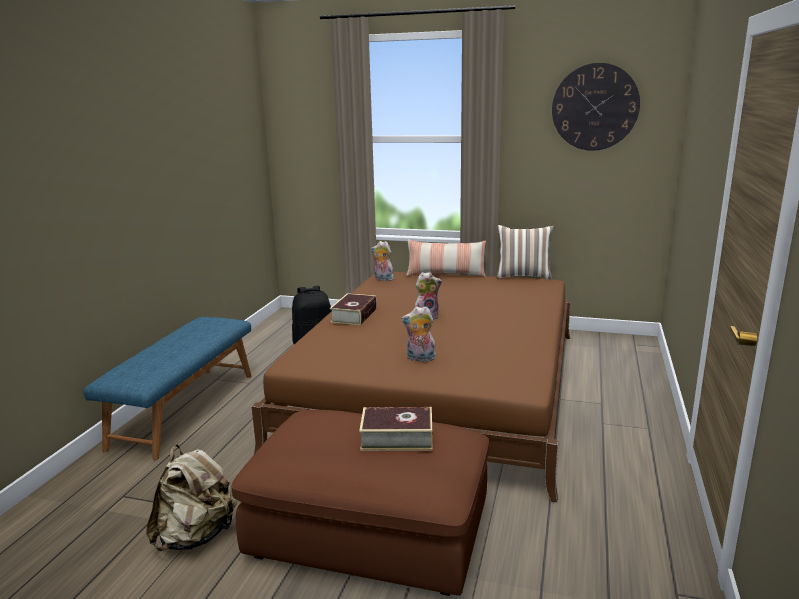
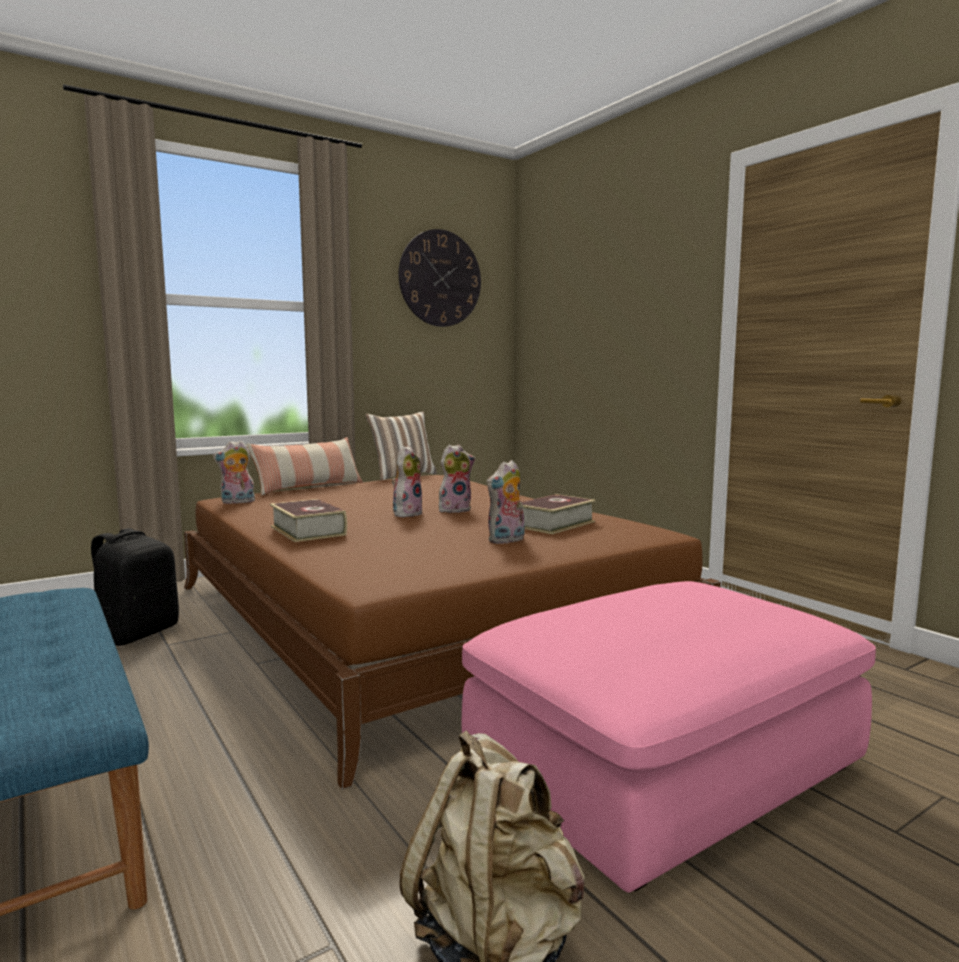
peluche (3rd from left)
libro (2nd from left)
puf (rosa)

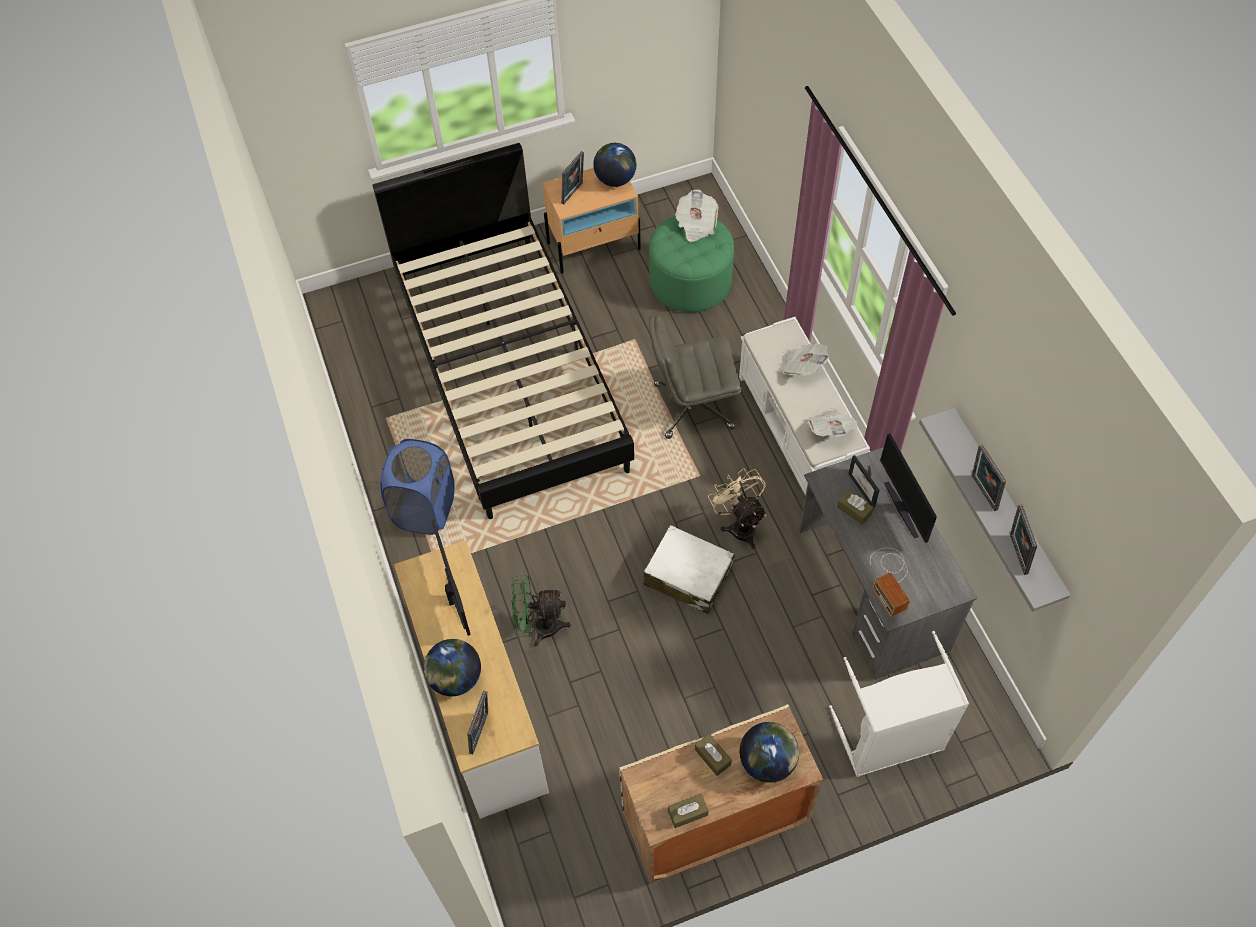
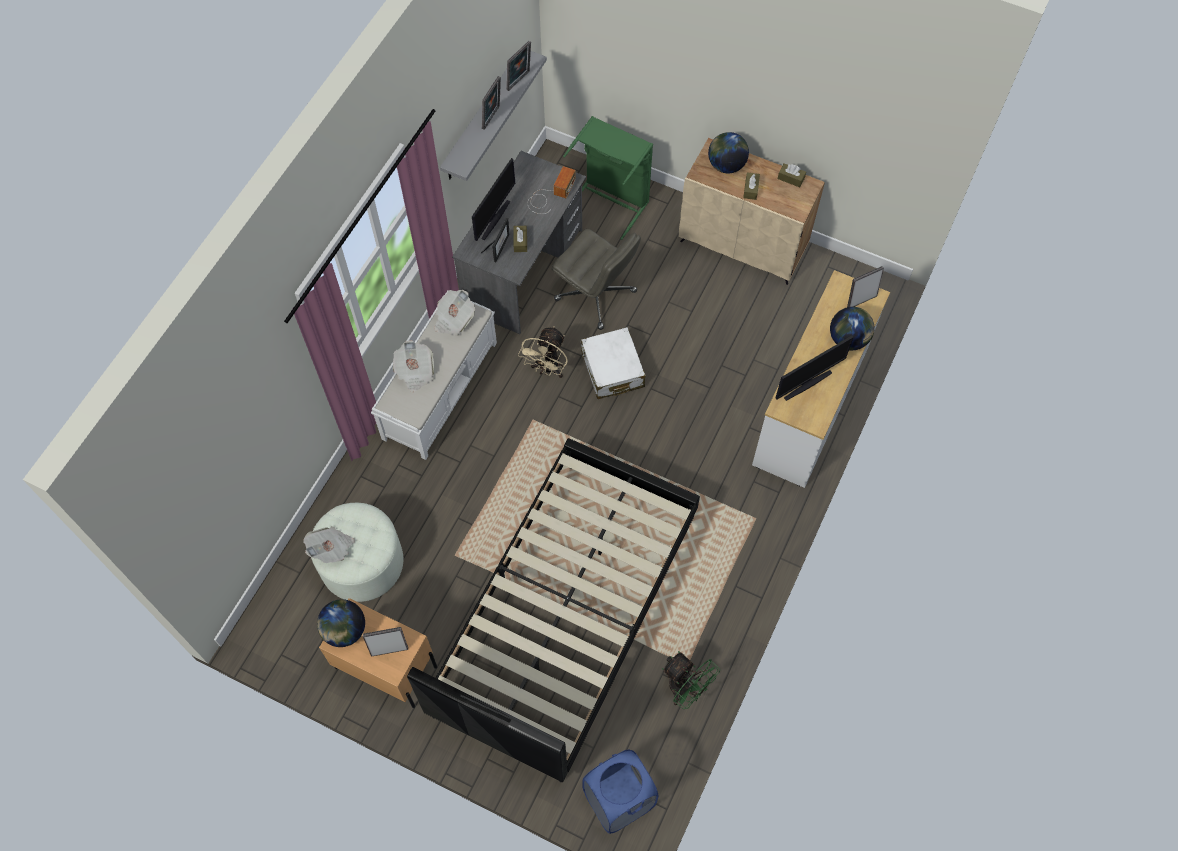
cesto de la ropa (azul)
ventilador (verde)
silla de oficina (gris)
puf (blanco)
cesto de la ropa (verde)
monitor (2nd from left)

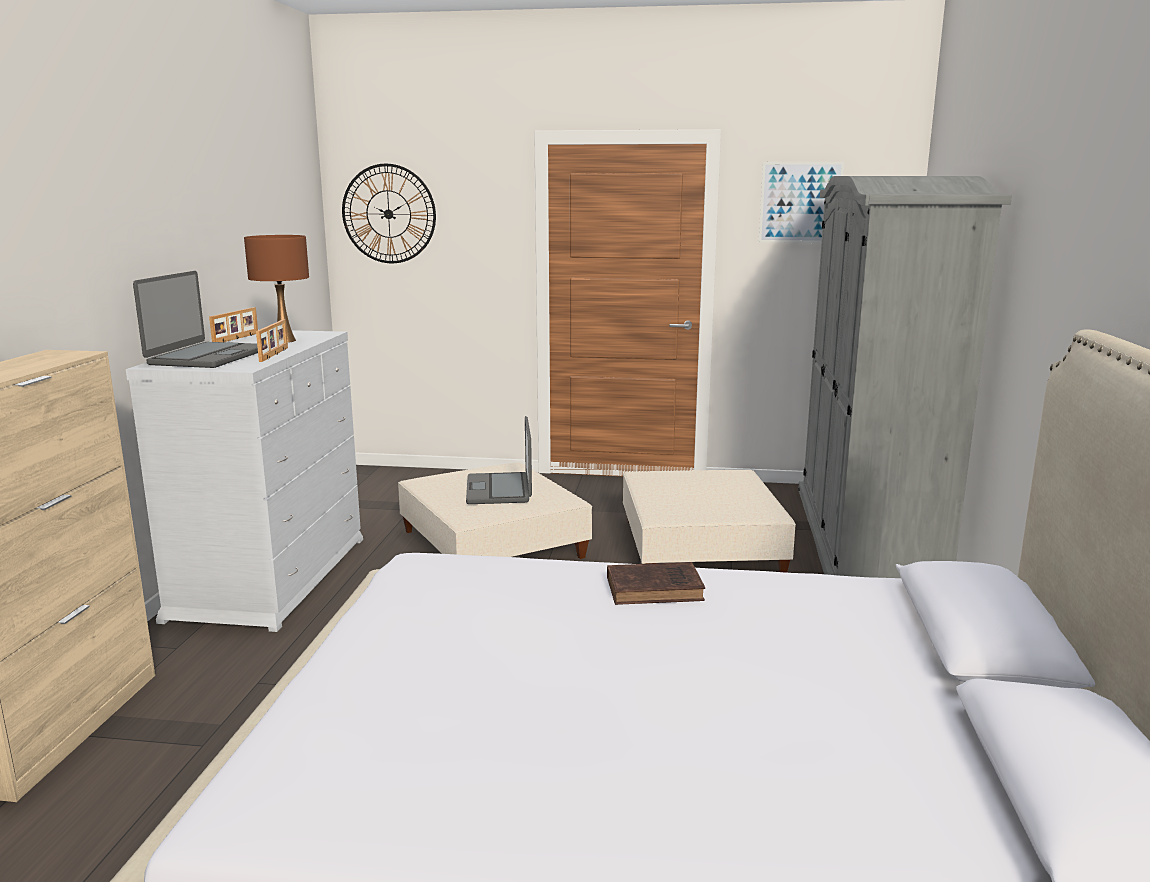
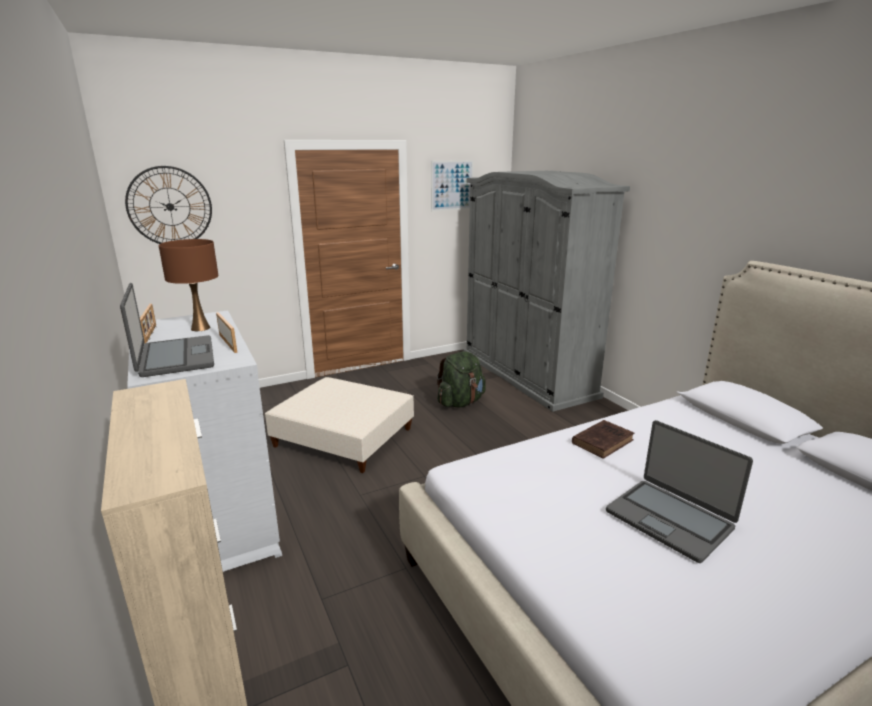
portátil (2nd from left)
mochila (verde)

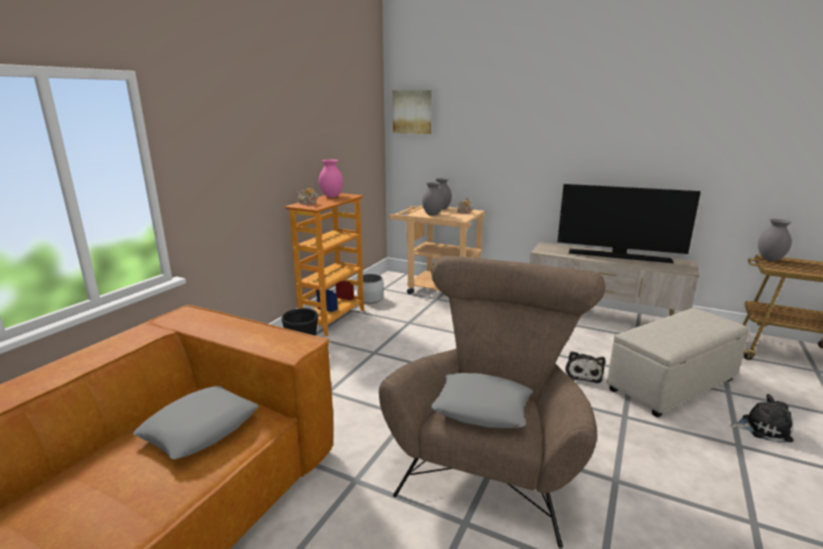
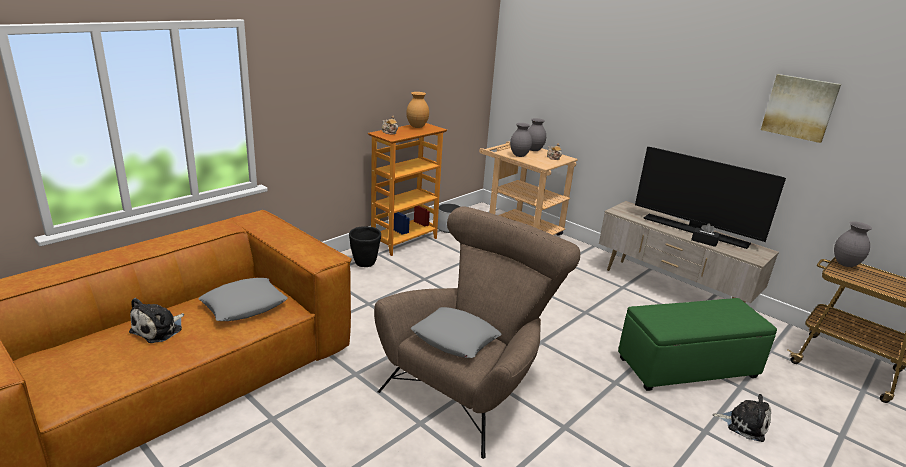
caja de pañuelos (negro)
cuadro
peluche (1st from left)
florero (marrón)
puf (verde)

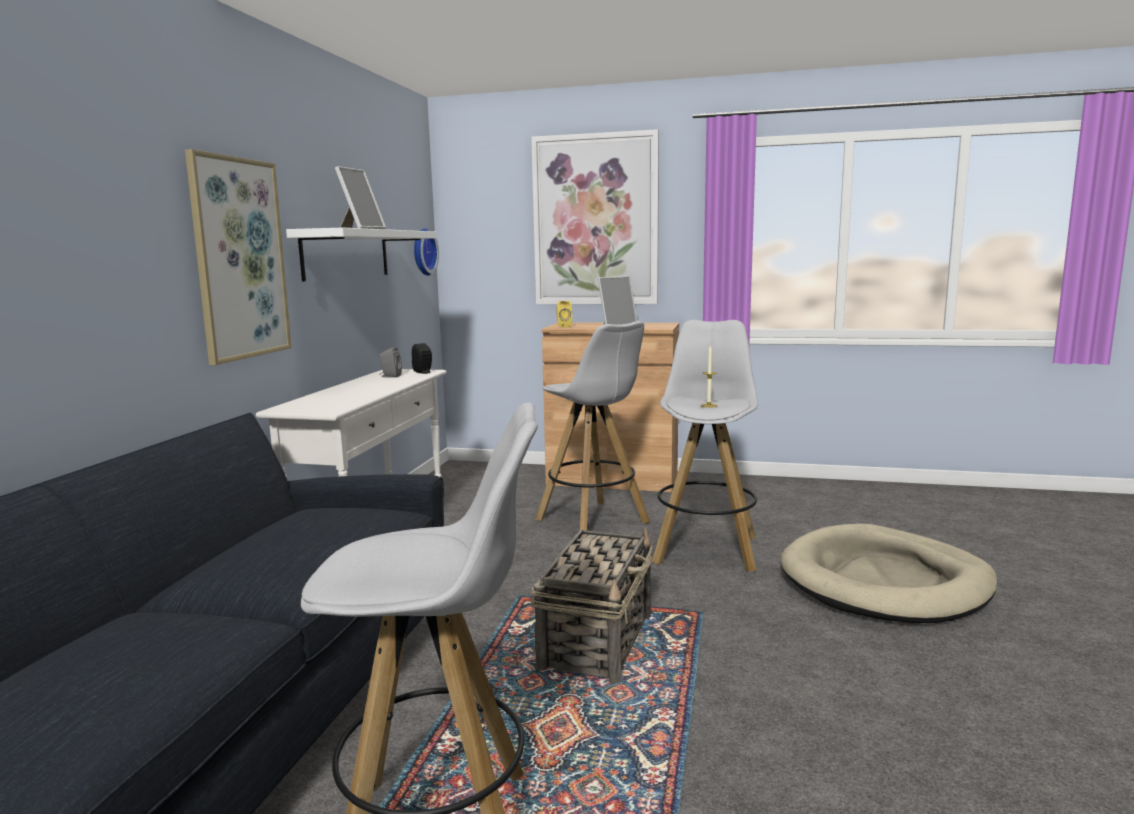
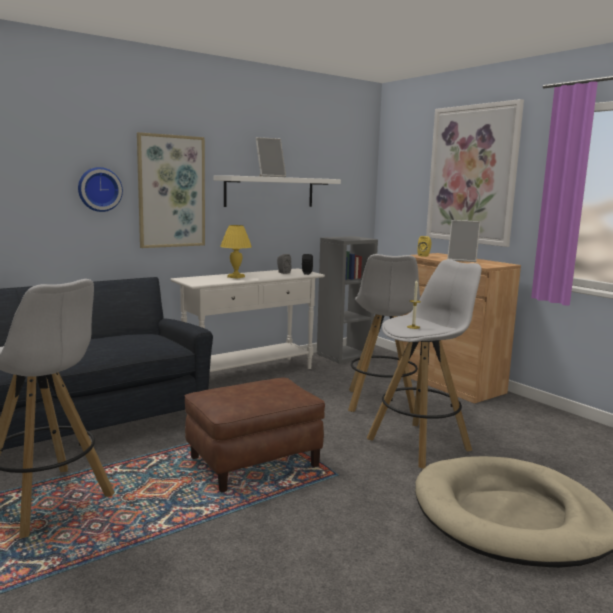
lámpara de mesa (amarillo)
estantería (gris)
reloj de pared
puf (marrón)

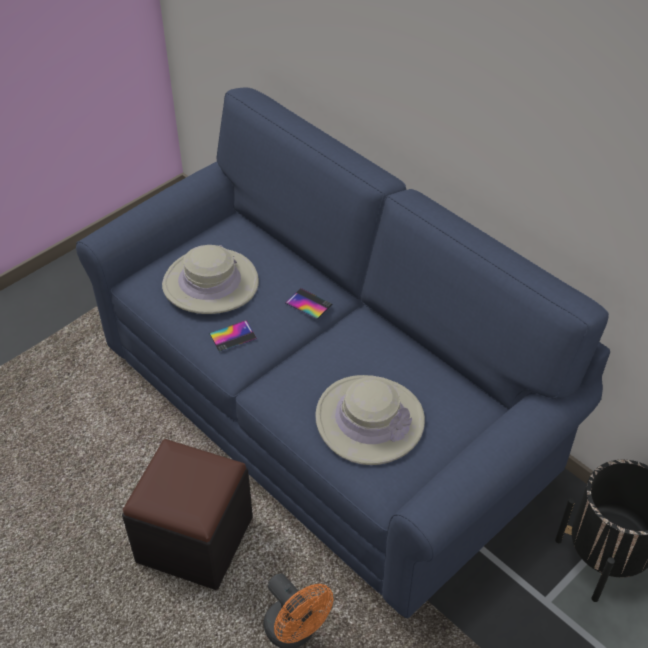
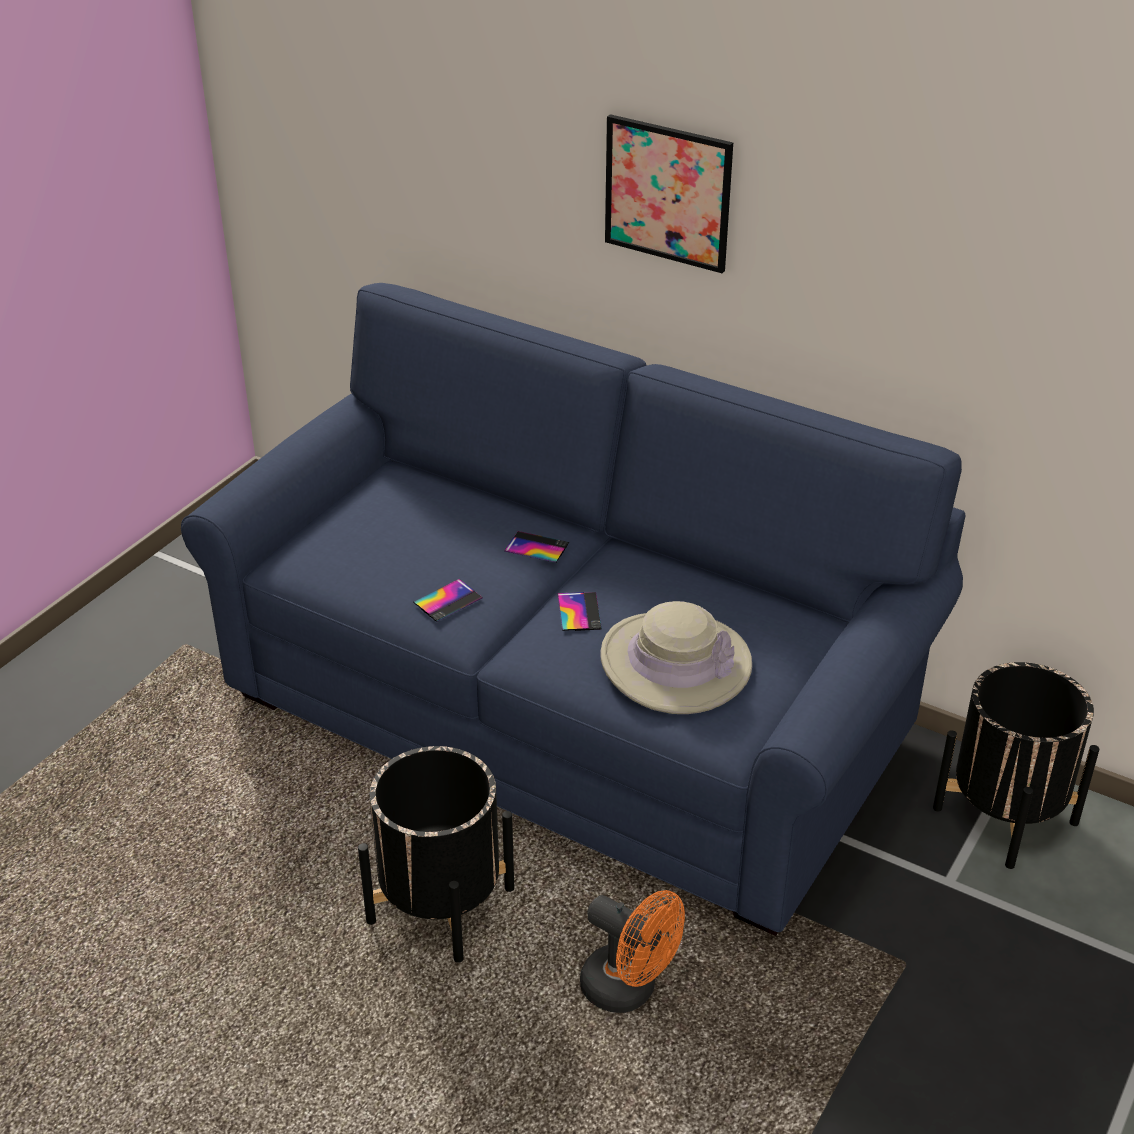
sombrero (beis) (1st from left in the first image)
móvil (3rd from left)
cuadro
maceta (negro) (1st from left)

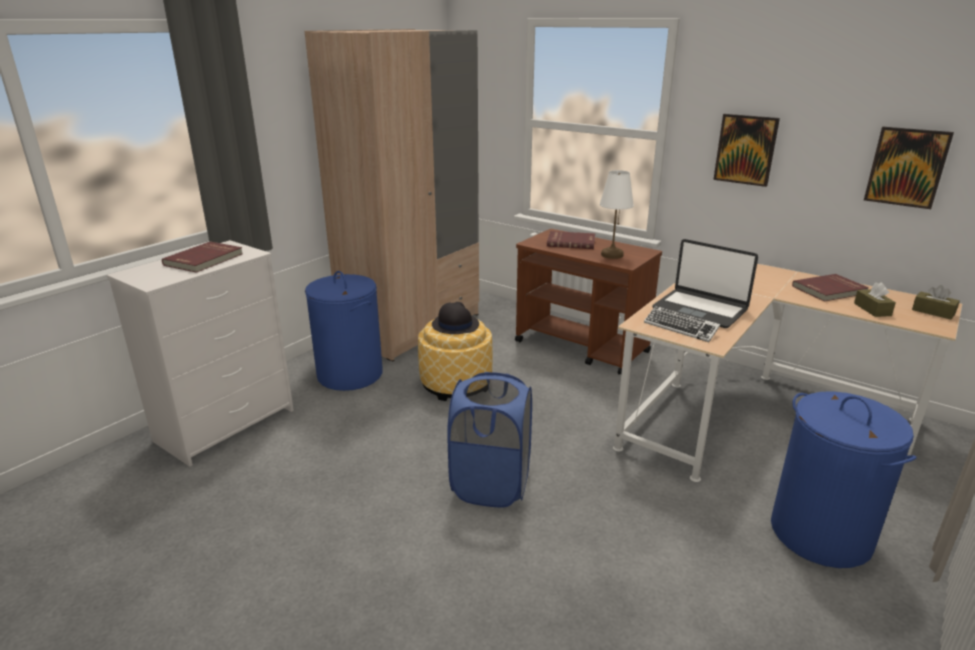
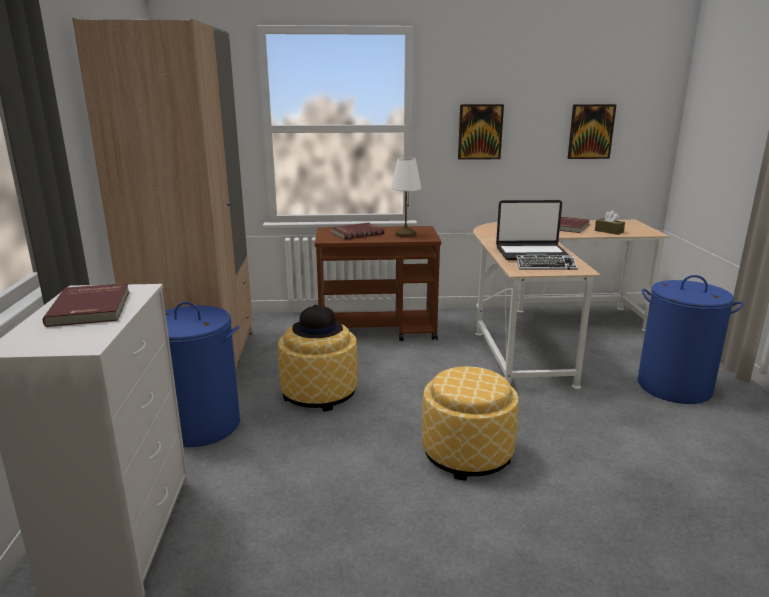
caja de pañuelos (marrón) (2nd from left in the first image)
puf (2nd from left)

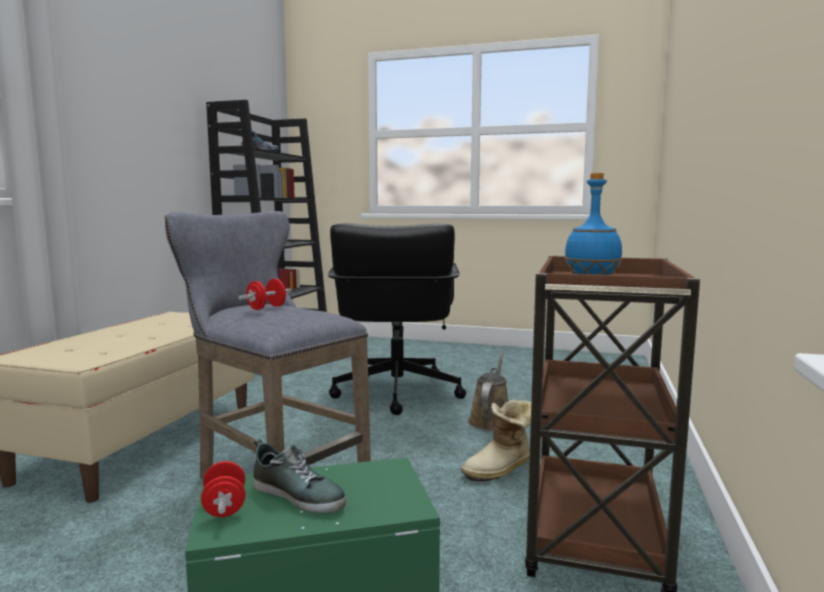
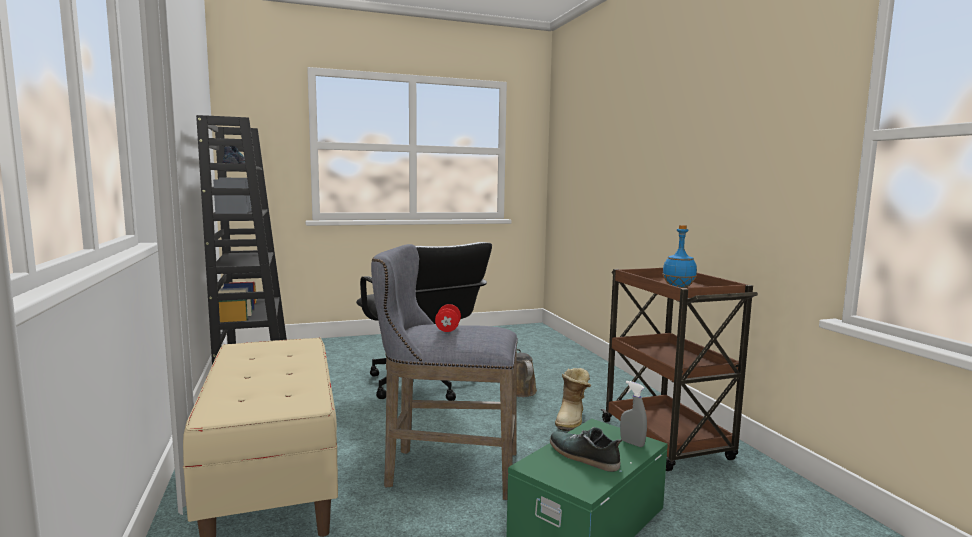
mancuerna (rojo) (1st from left in the first image)
pulverizador (gris)
zapato (2nd from left)

